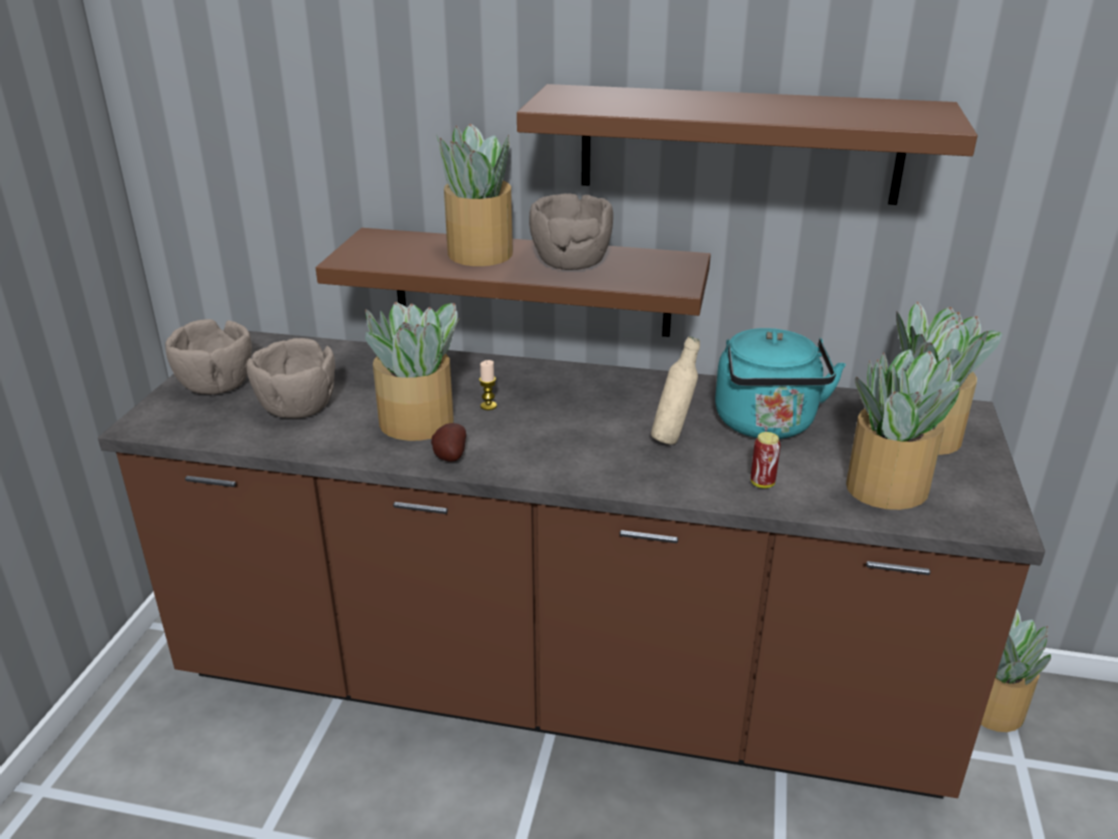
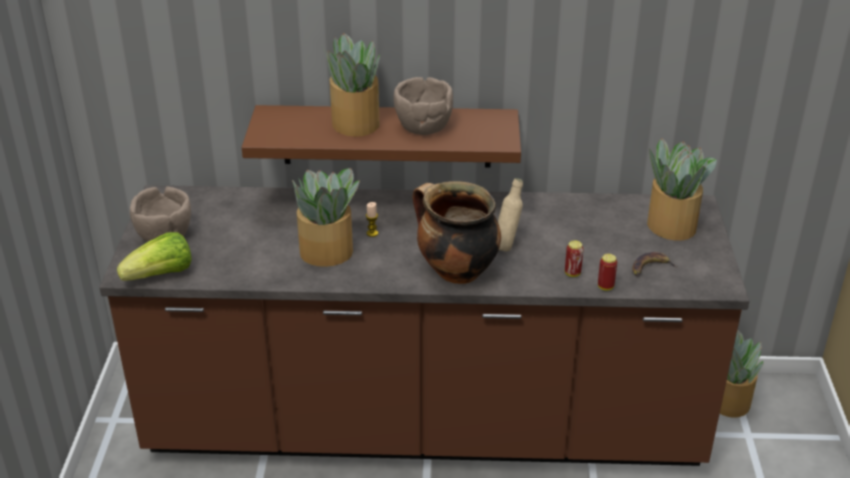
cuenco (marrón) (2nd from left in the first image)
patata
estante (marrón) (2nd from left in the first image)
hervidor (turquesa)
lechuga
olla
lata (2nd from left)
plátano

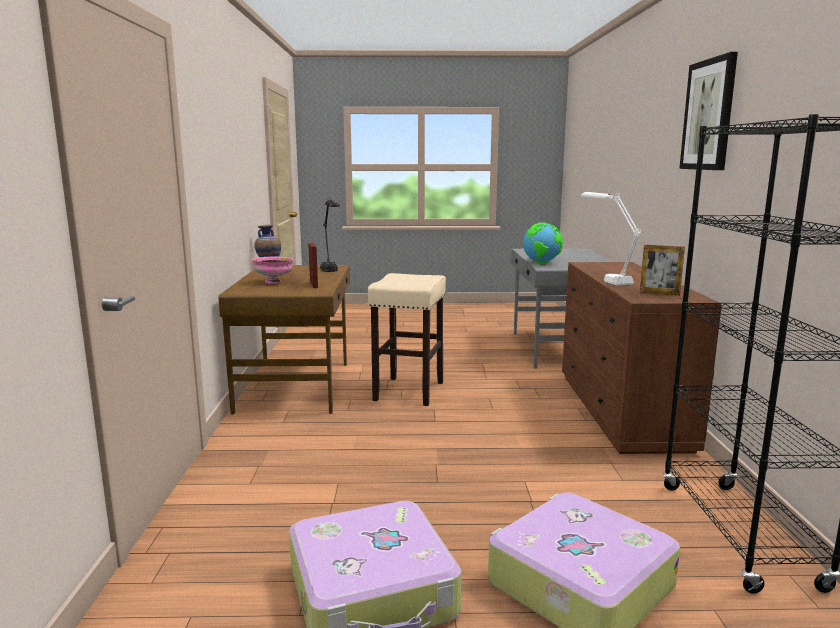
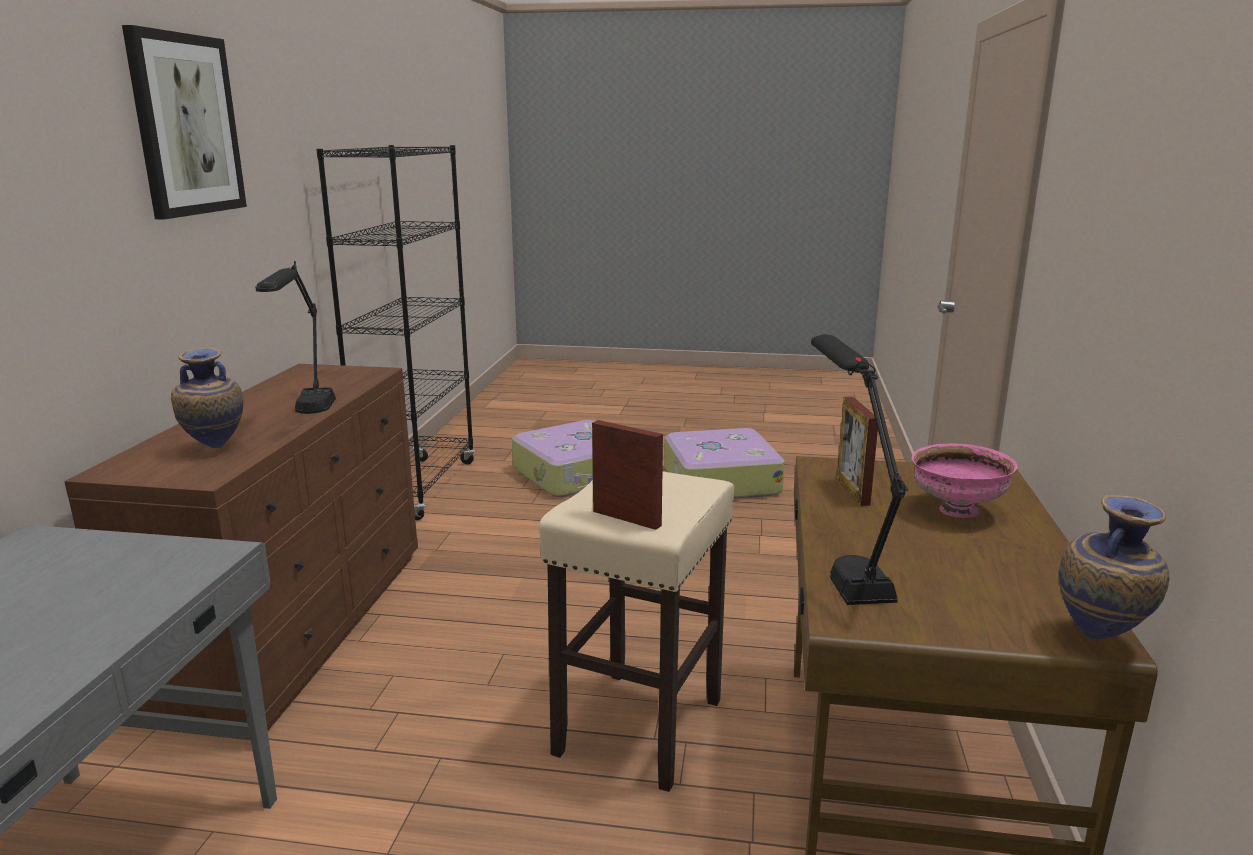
globo terráqueo
florero (1st from left)
portarretratos (1st from left)
lámpara de mesa (negro) (1st from left)

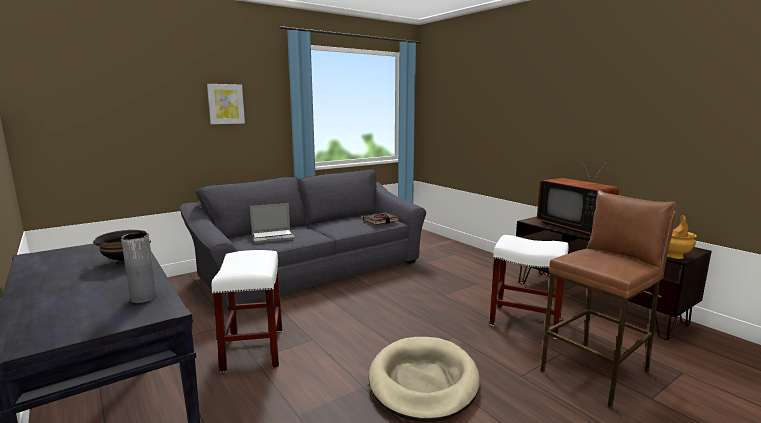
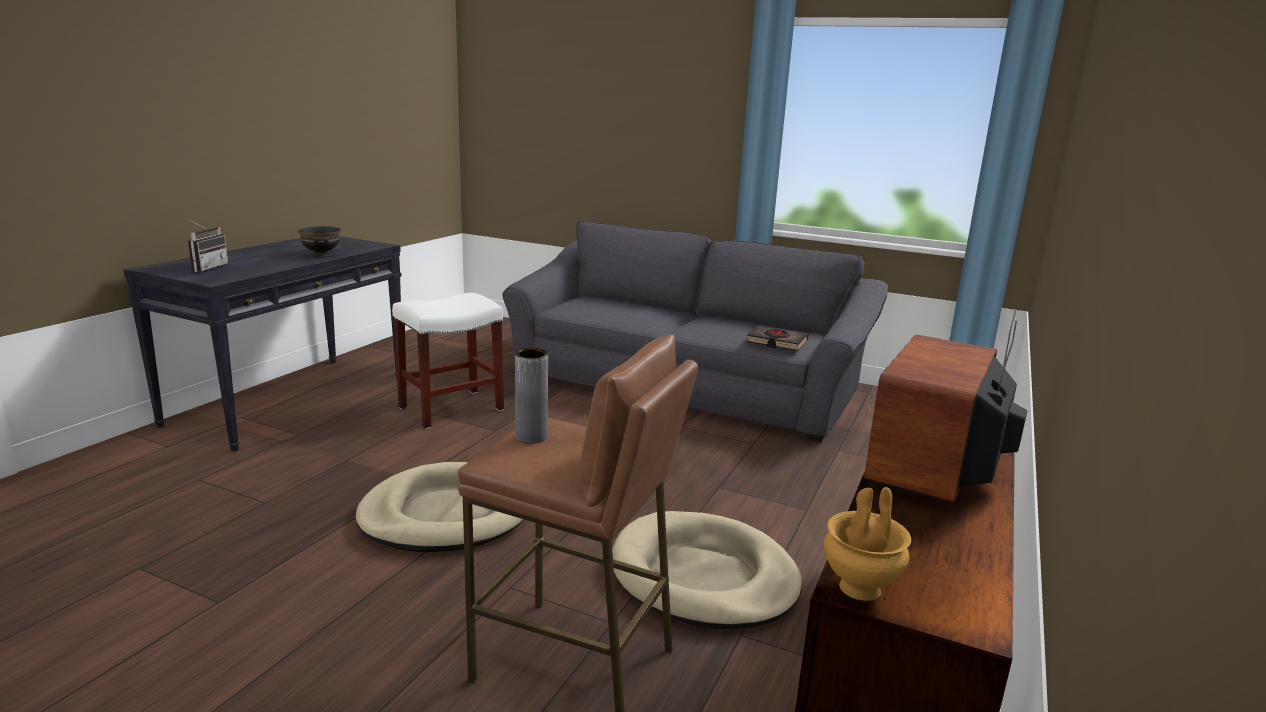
cuadro
portátil
radio
florero (gris)
cama para perro (beis) (2nd from left)

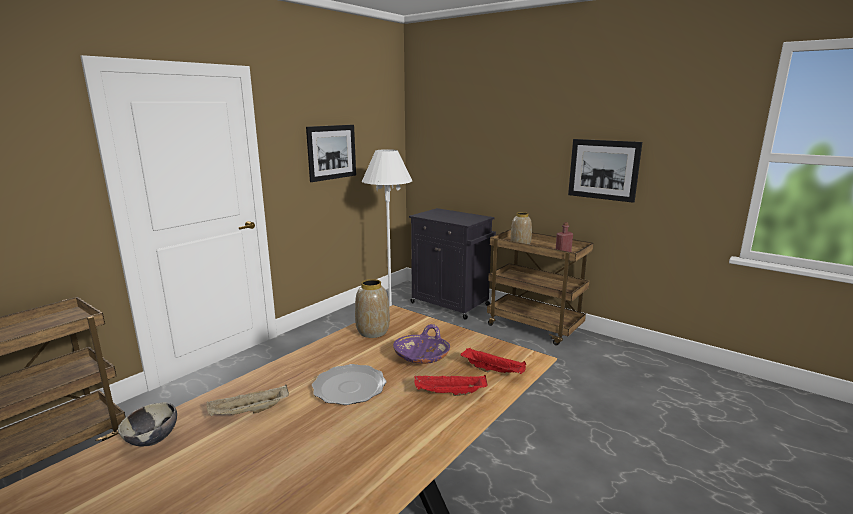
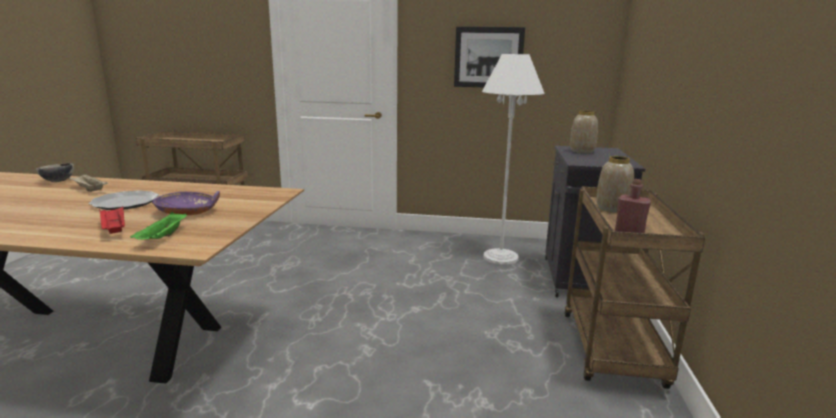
cuadro (2nd from left in the first image)
florero (1st from left)
bandeja (verde)

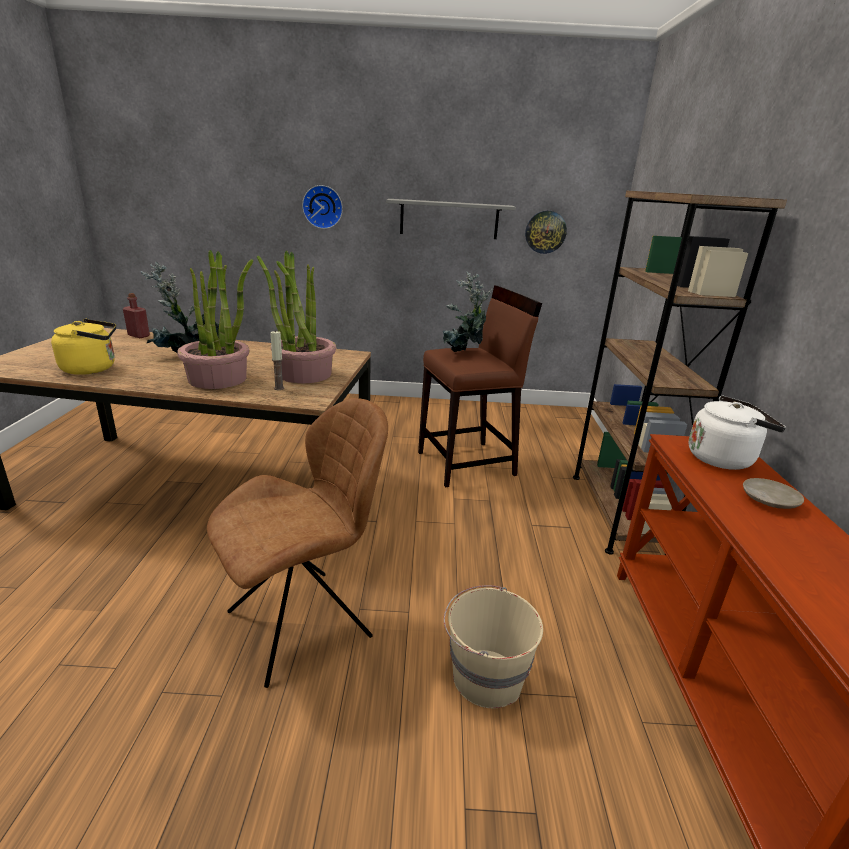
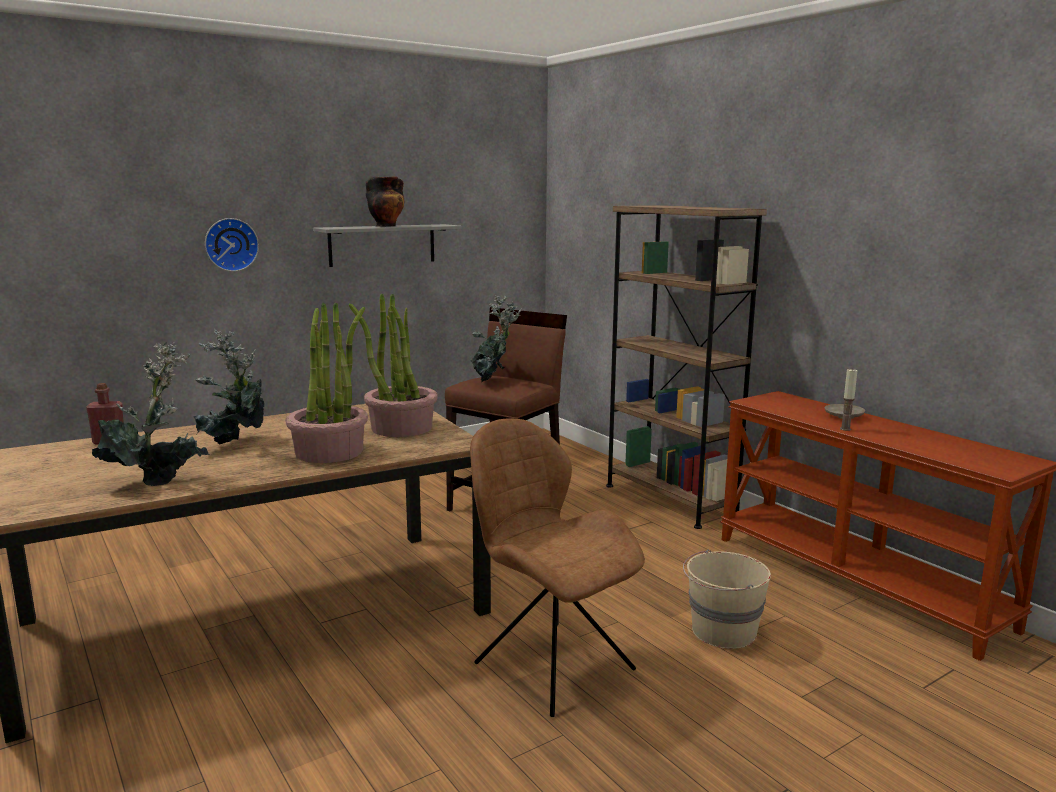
reloj de pared (2nd from left in the first image)
hervidor (blanco)
florero
vela
planta en maceta (1st from left)
silla (marrón)

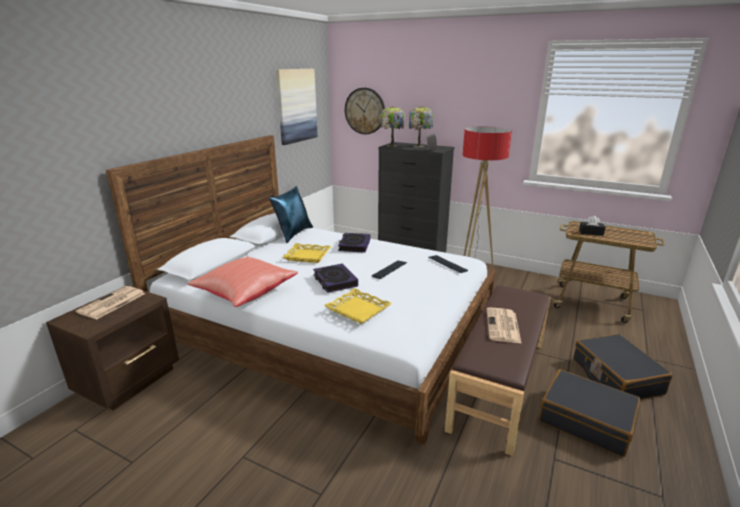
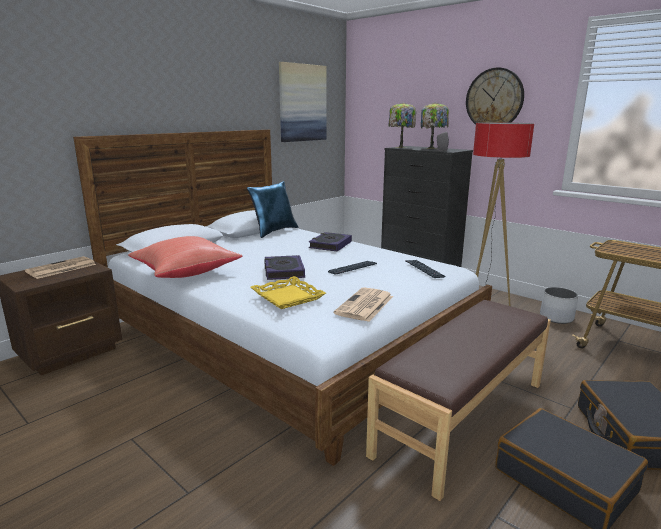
bandeja (amarillo) (1st from left in the first image)
caja de pañuelos (negro)
maceta (blanco)
reloj de pared
periódico (2nd from left)

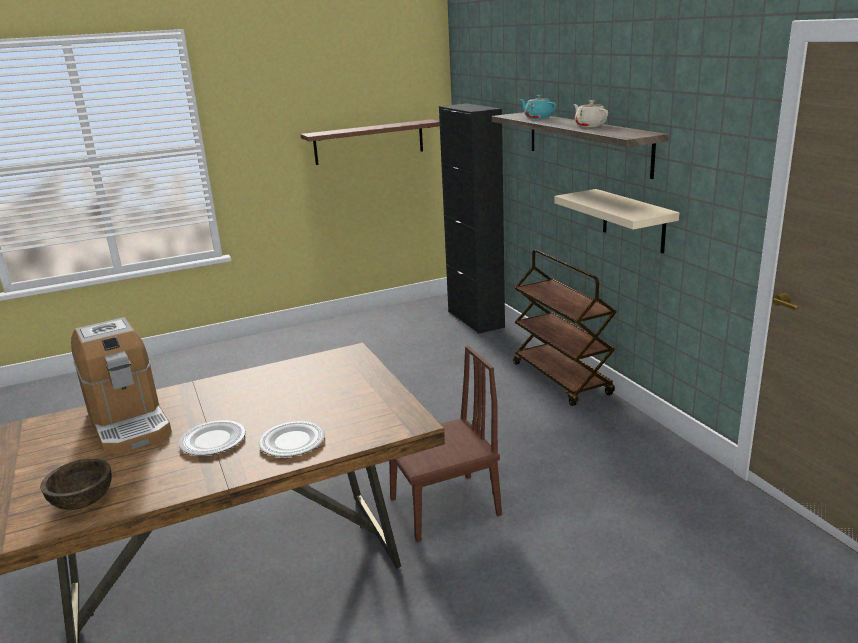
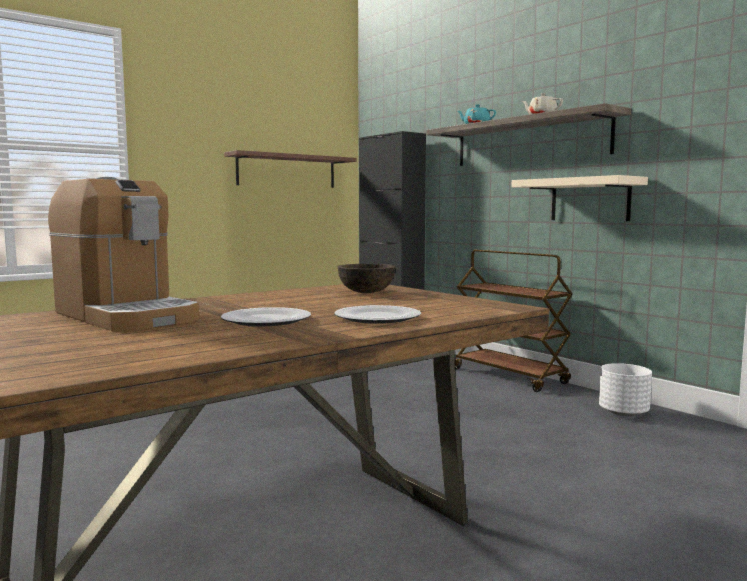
silla (marrón)
maceta (blanco)
cuenco (marrón)

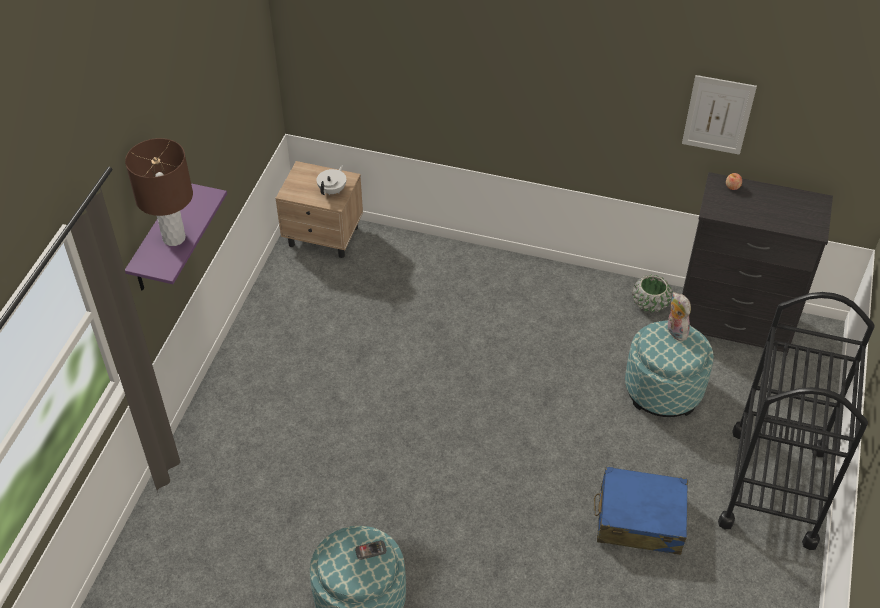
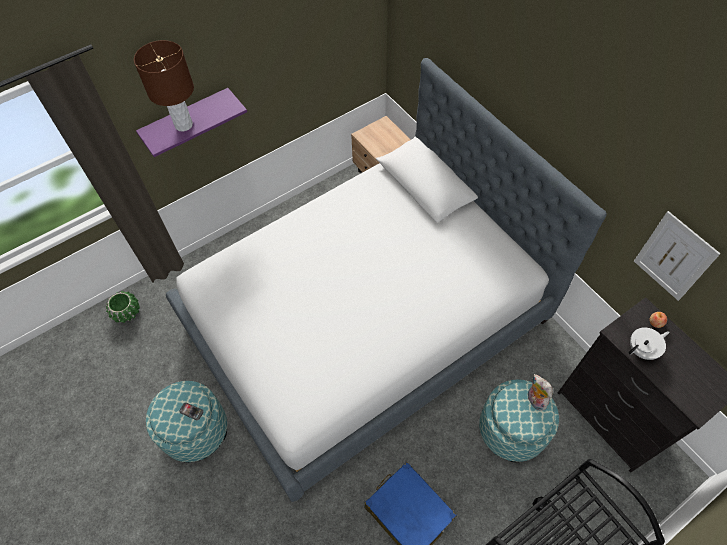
cama
tetera (blanco)
maceta (verde)
peluche

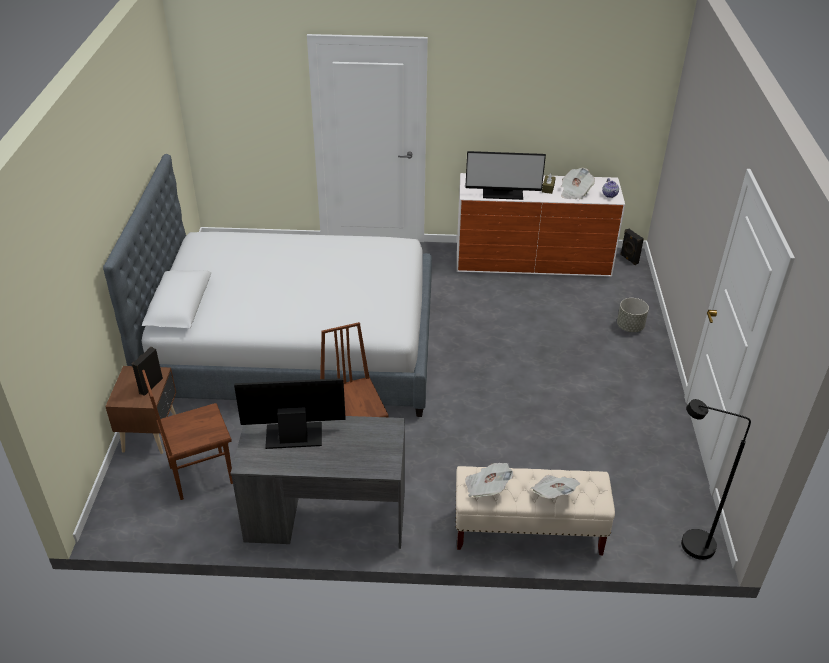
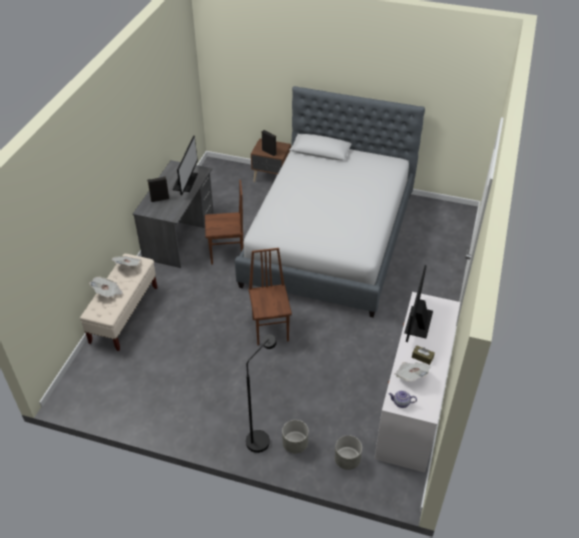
maceta (gris) (2nd from left)
silla (marrón) (2nd from left)
altavoz (negro) (1st from left)
lámpara de pie (negro)

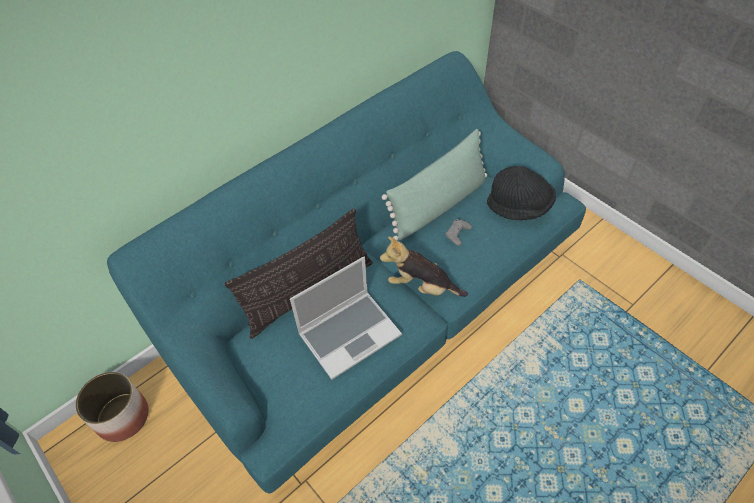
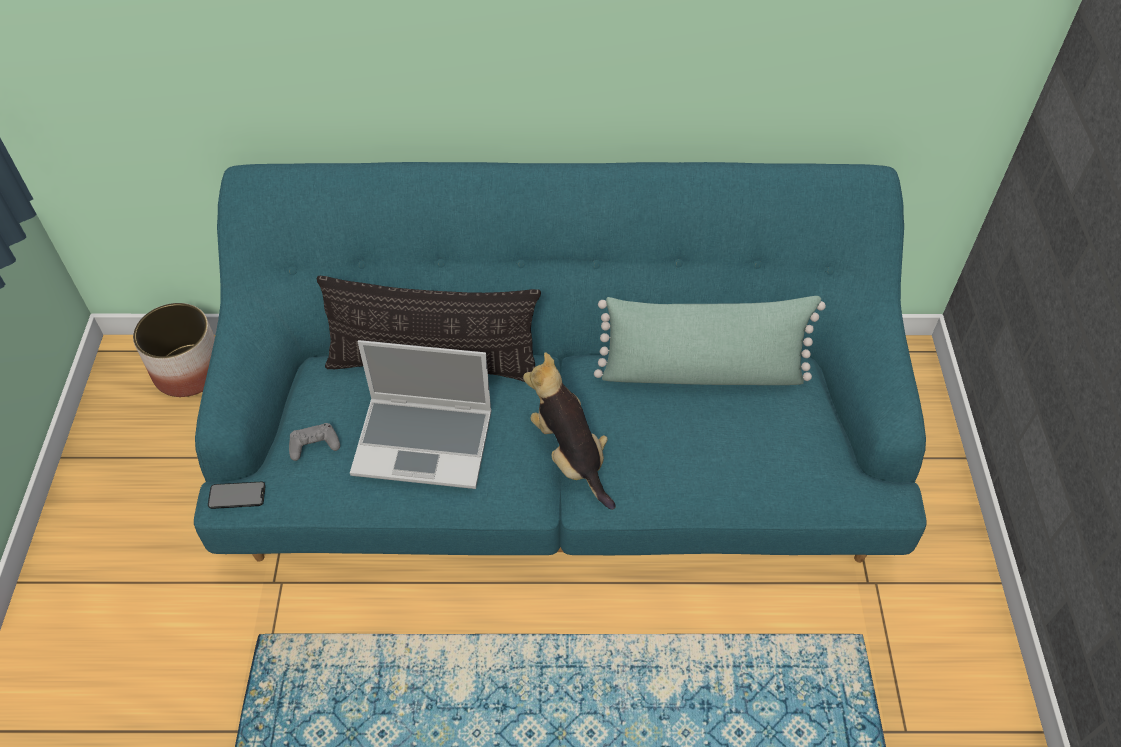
sombrero (negro)
móvil
mando de consola (gris)

